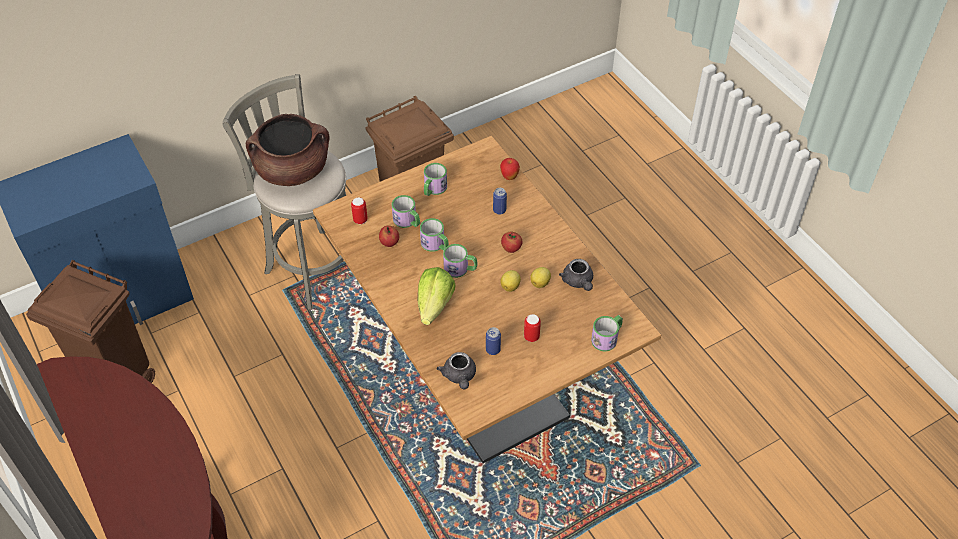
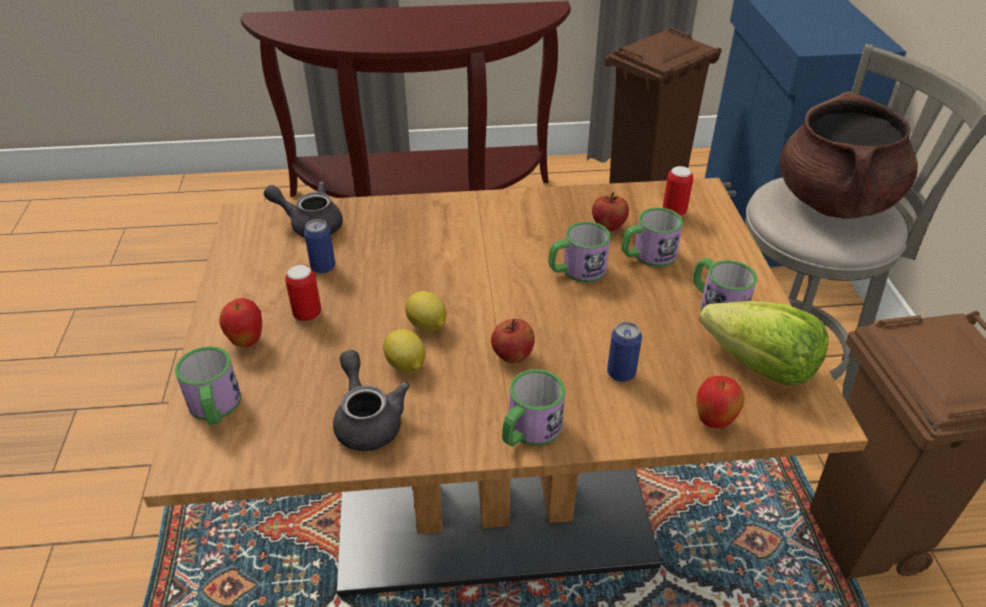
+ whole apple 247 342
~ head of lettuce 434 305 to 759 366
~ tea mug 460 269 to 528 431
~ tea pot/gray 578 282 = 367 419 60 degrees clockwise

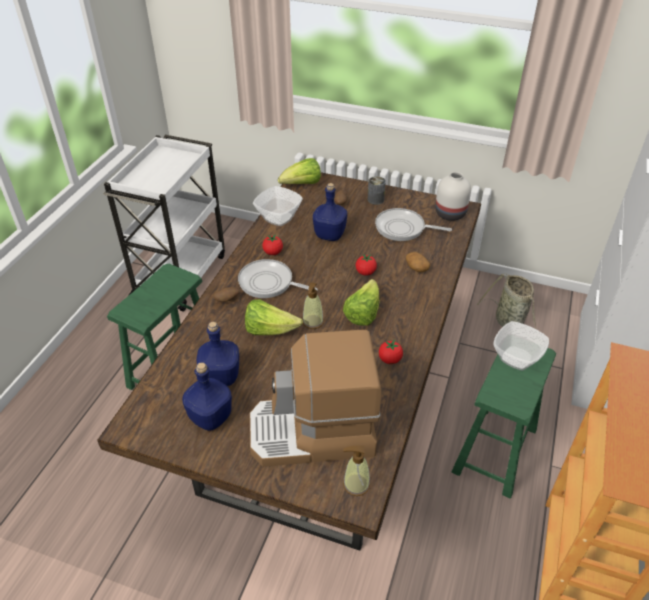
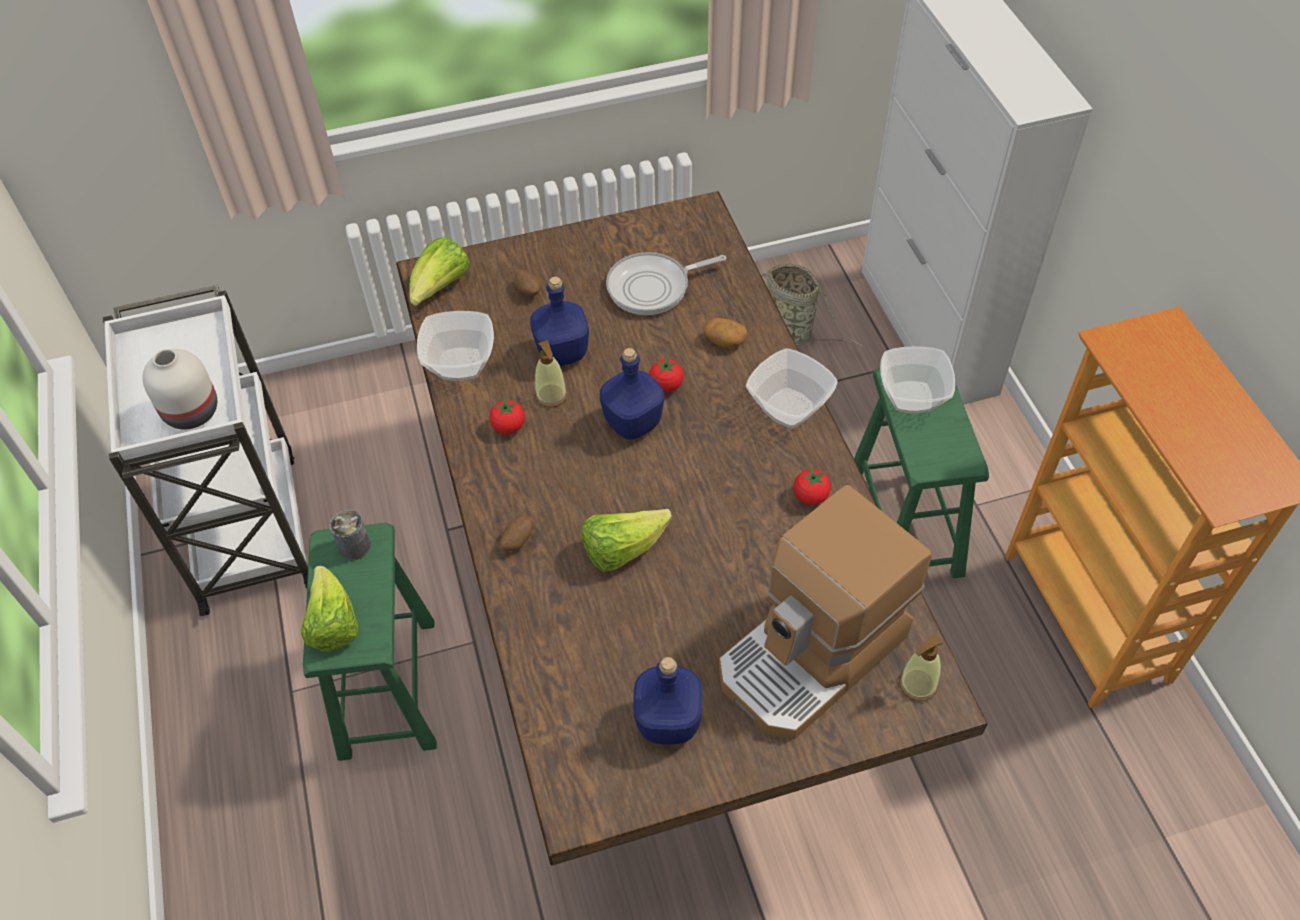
- skillet 269 283
+ bowl 789 409
~ drink bottle/blue-coloured 222 377 to 633 422
~ soap bottle 312 322 to 551 396
~ head of lettuce 363 313 to 333 624
~ can 375 199 to 355 546
~ vase/white 451 214 to 193 412

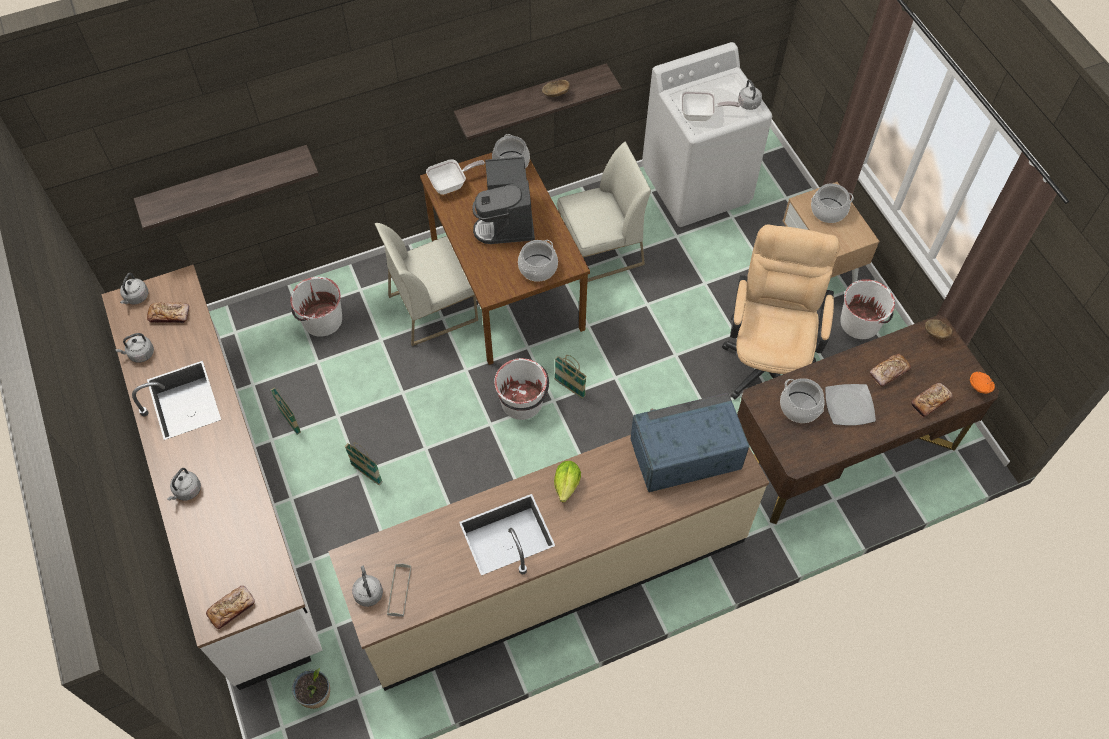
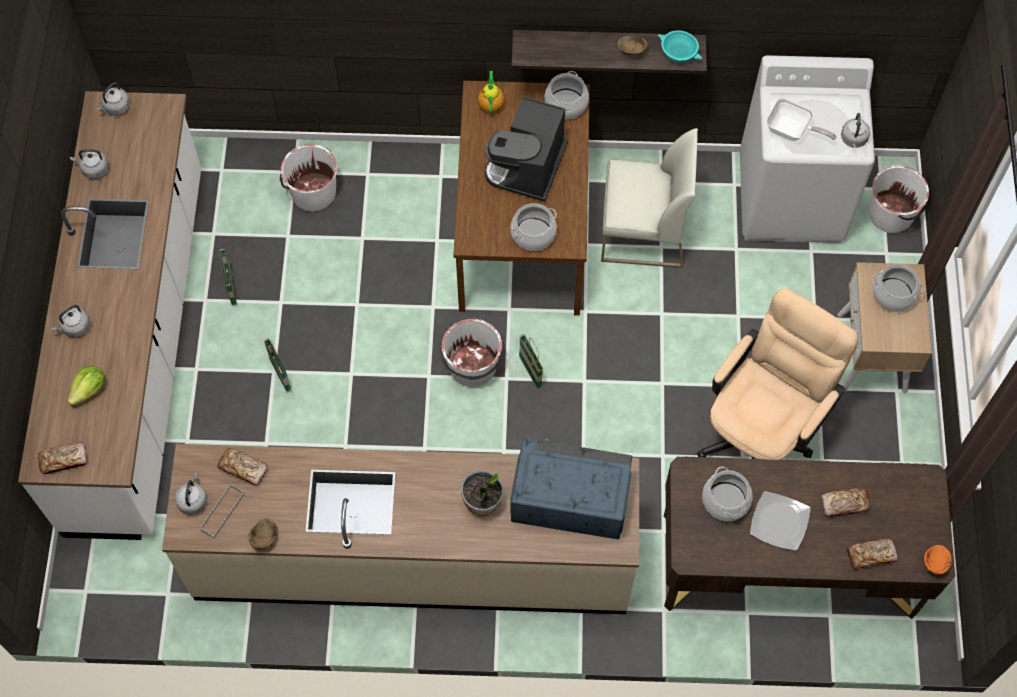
- shelf 226 183
- plain chair/white 433 307
+ bowl/turquoise 678 53
~ bakery bread 169 315 to 243 468
~ potted plant 316 695 to 482 502
~ head of lettuce 567 485 to 90 390
~ bucket/white 860 322 to 891 214
~ bowl/brown-coloured 935 332 to 265 536
~ skillet 451 184 to tea pot 491 104

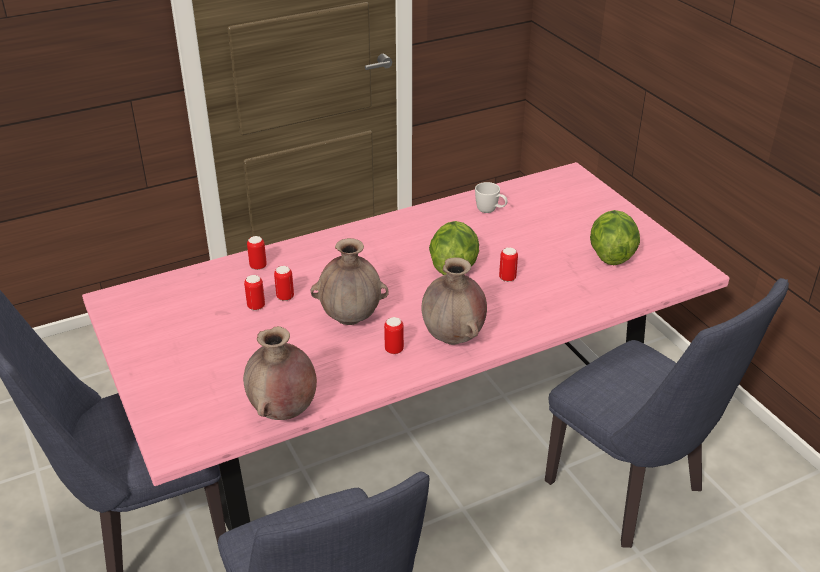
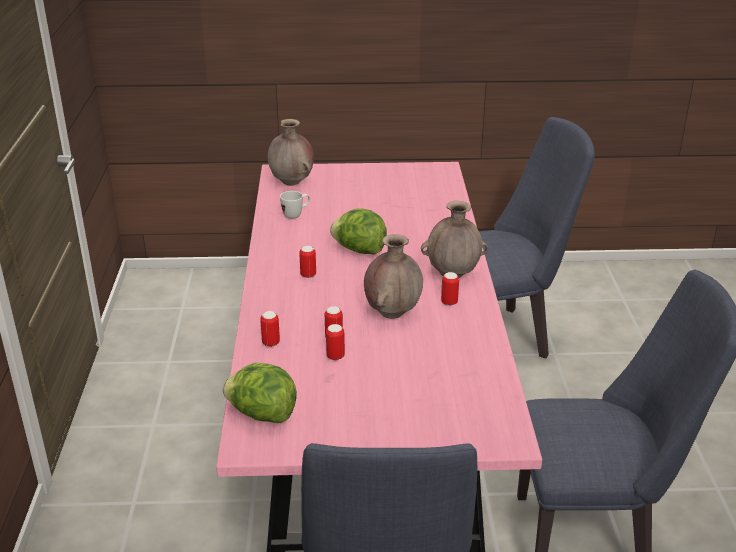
~ vase/brown-coloured 283 412 to 292 182
~ can 507 278 to 308 275
~ head of lettuce 610 255 to 262 414

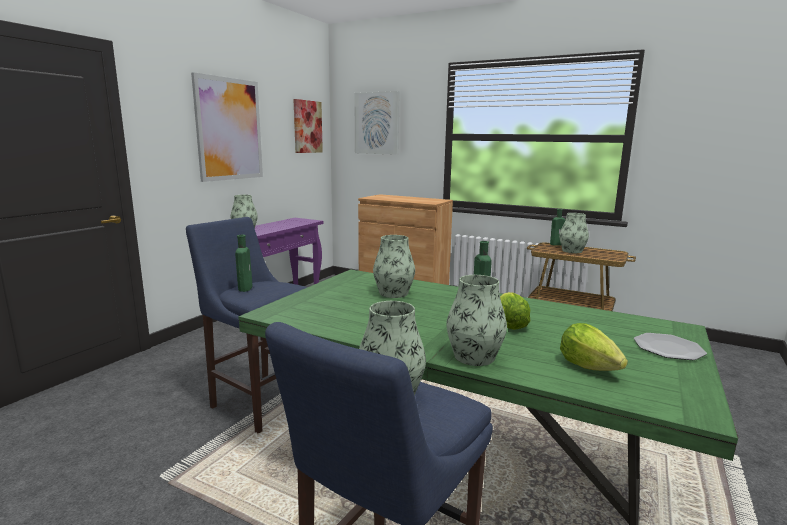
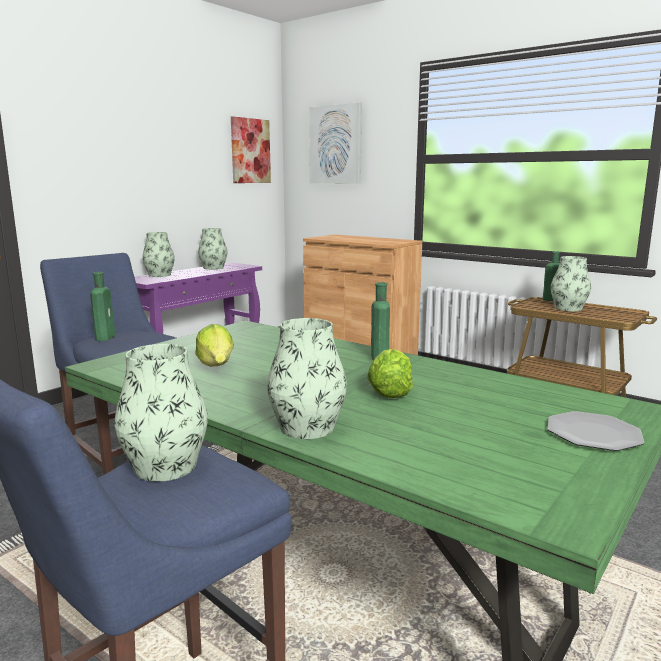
- wall picture 229 129
~ vase 393 293 to 213 268
~ head of lettuce 588 366 to 216 365

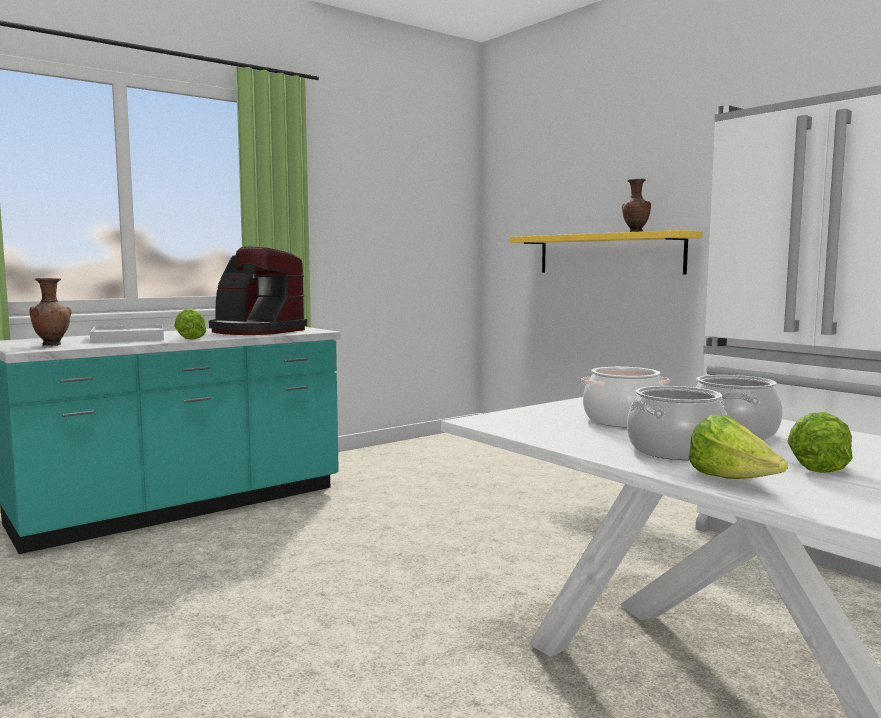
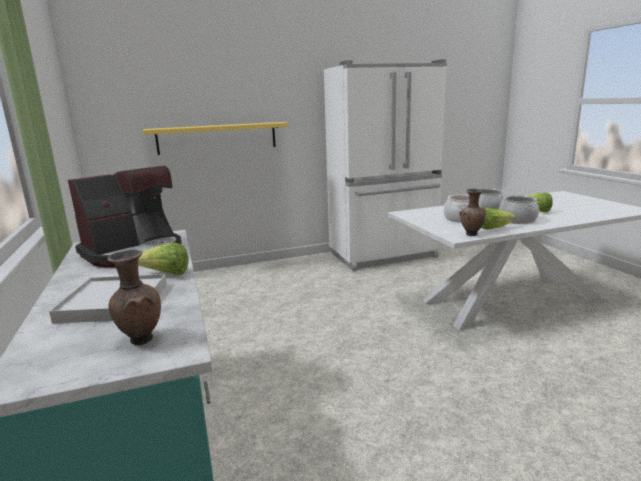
~ vase/brown-coloured 635 232 to 471 235
~ head of lettuce 732 481 to 493 228

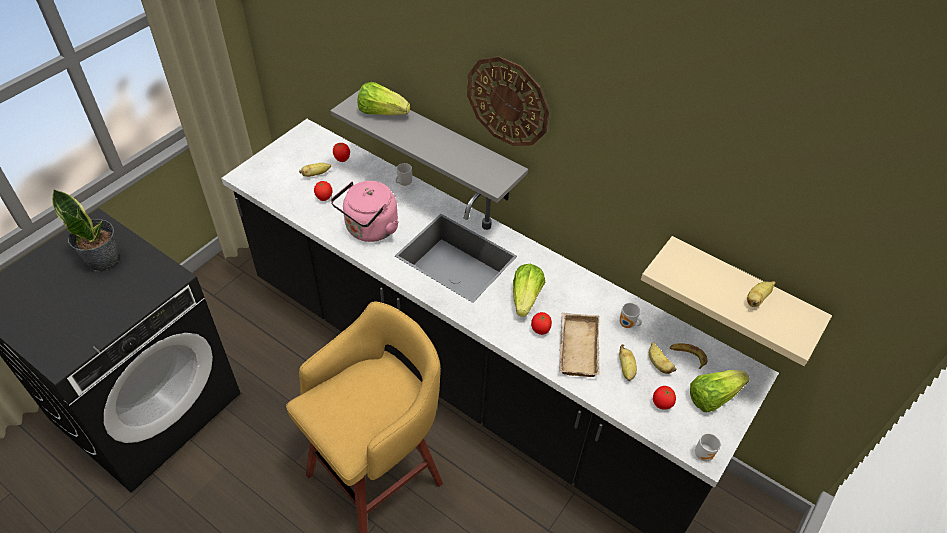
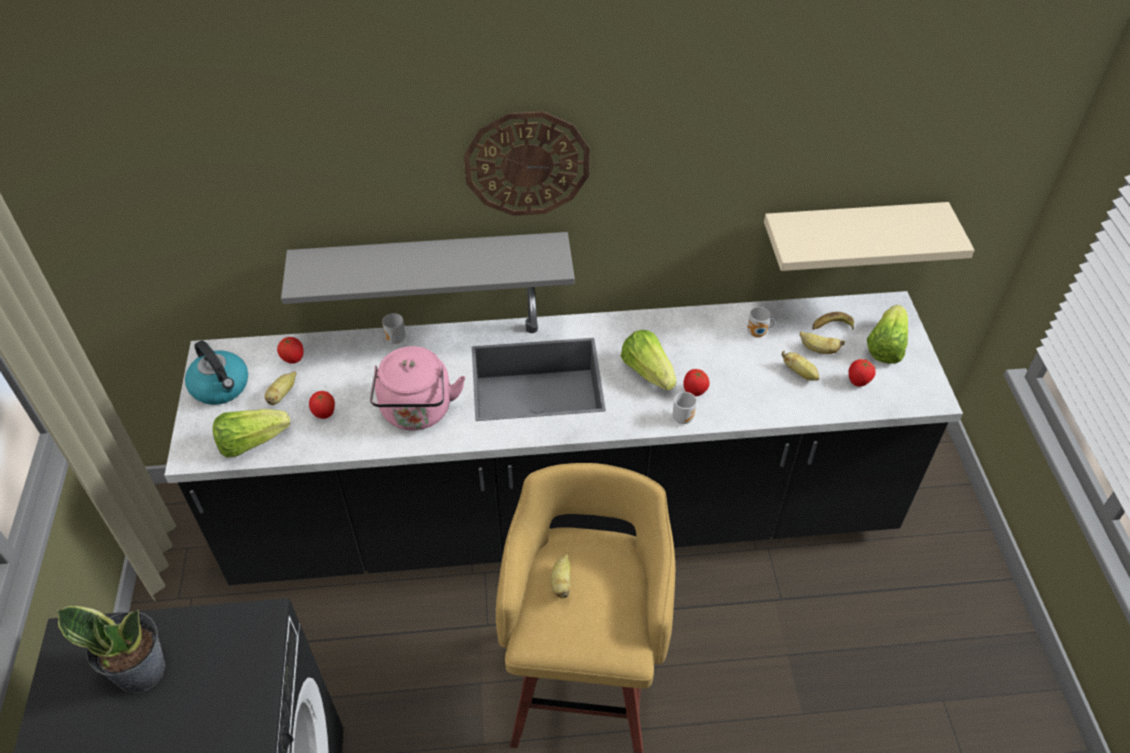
- carrying tray/beige-coloured 576 347
+ tea kettle 221 387
~ head of lettuce 382 112 to 251 442
~ tea mug 704 454 to 682 417
~ banana 757 299 to 561 582

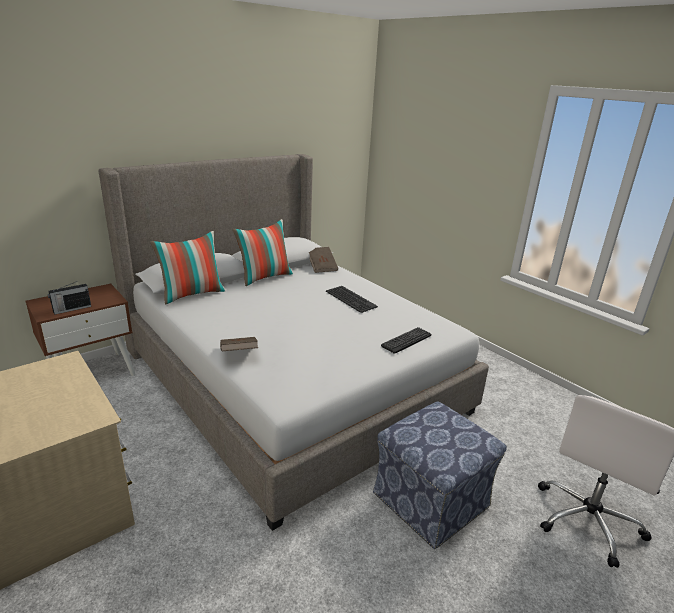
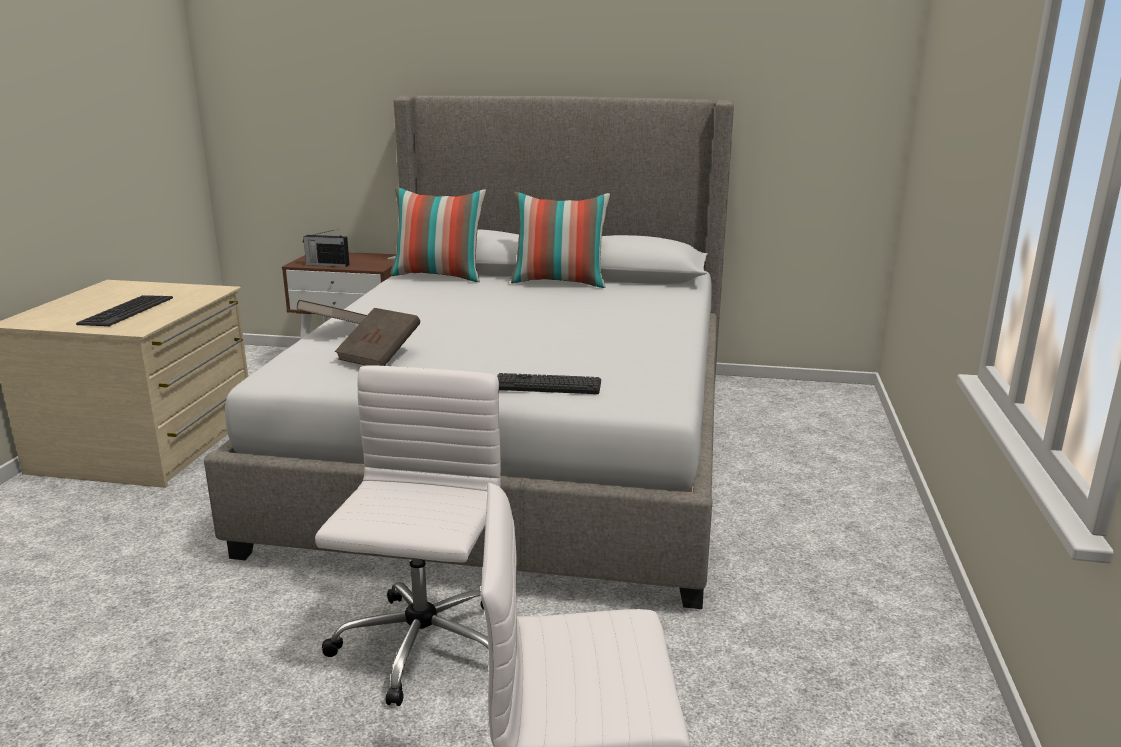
~ volume/brown-coloured 322 267 to 380 355
~ PC keyboard 350 299 to 126 311
~ pouffe 431 499 to office chair/white 421 648

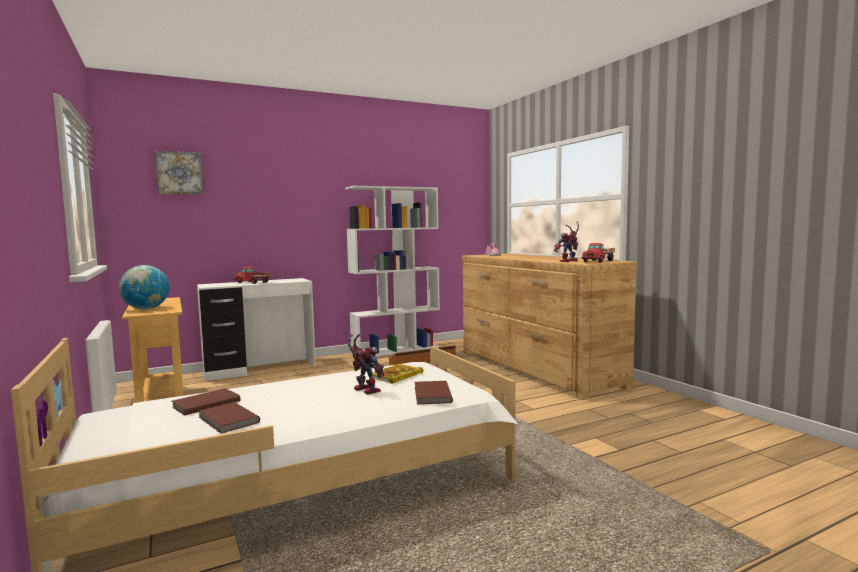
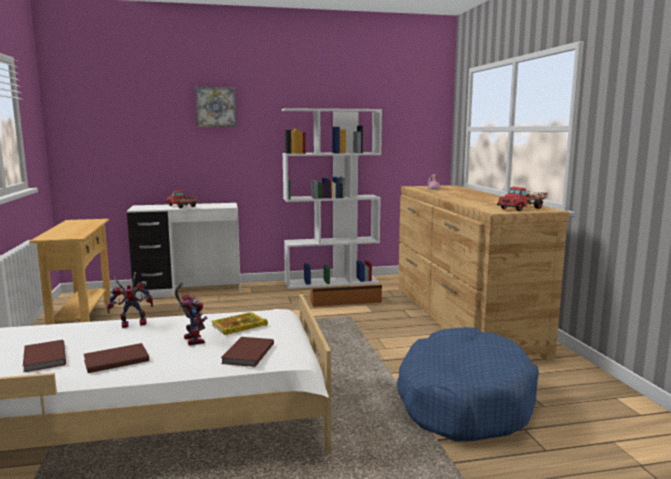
- world globe 146 309
+ dog cushion/blue-coloured 463 401
~ wall picture 179 173 to 216 107
~ volume/brown-coloured 205 404 to 115 360
~ toy robot 568 261 to 131 325

